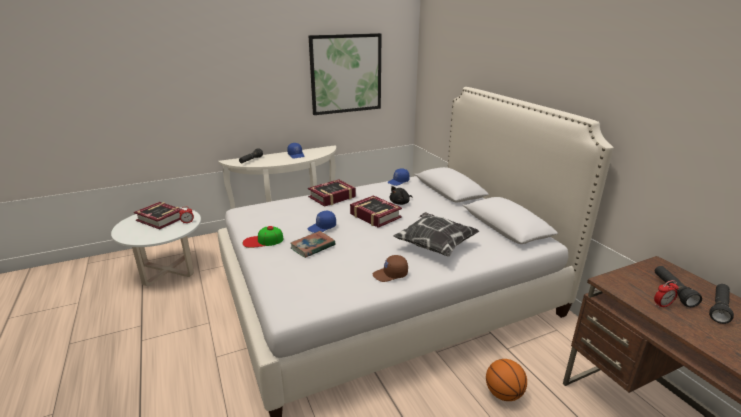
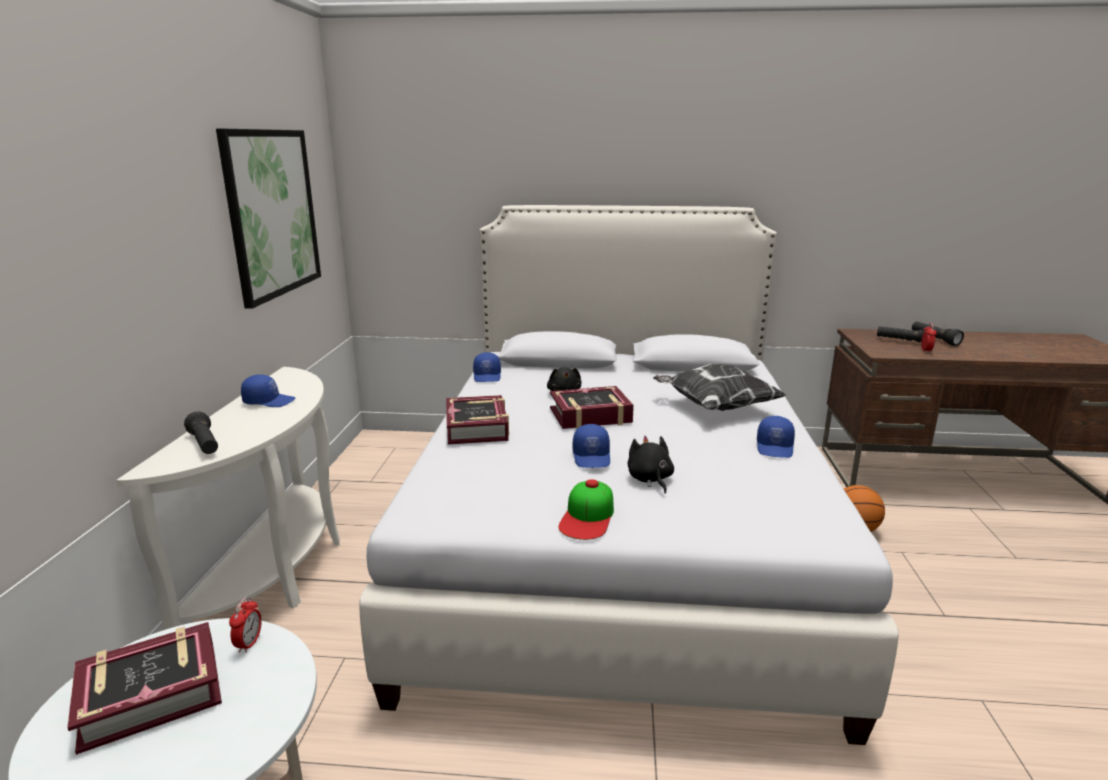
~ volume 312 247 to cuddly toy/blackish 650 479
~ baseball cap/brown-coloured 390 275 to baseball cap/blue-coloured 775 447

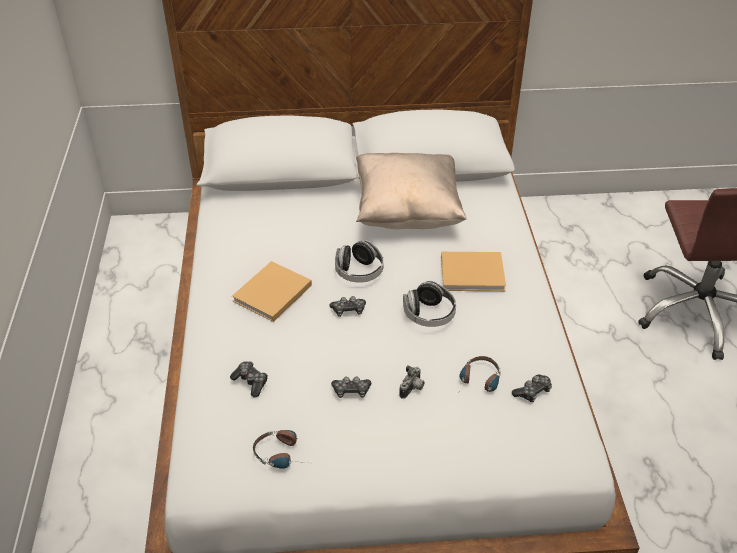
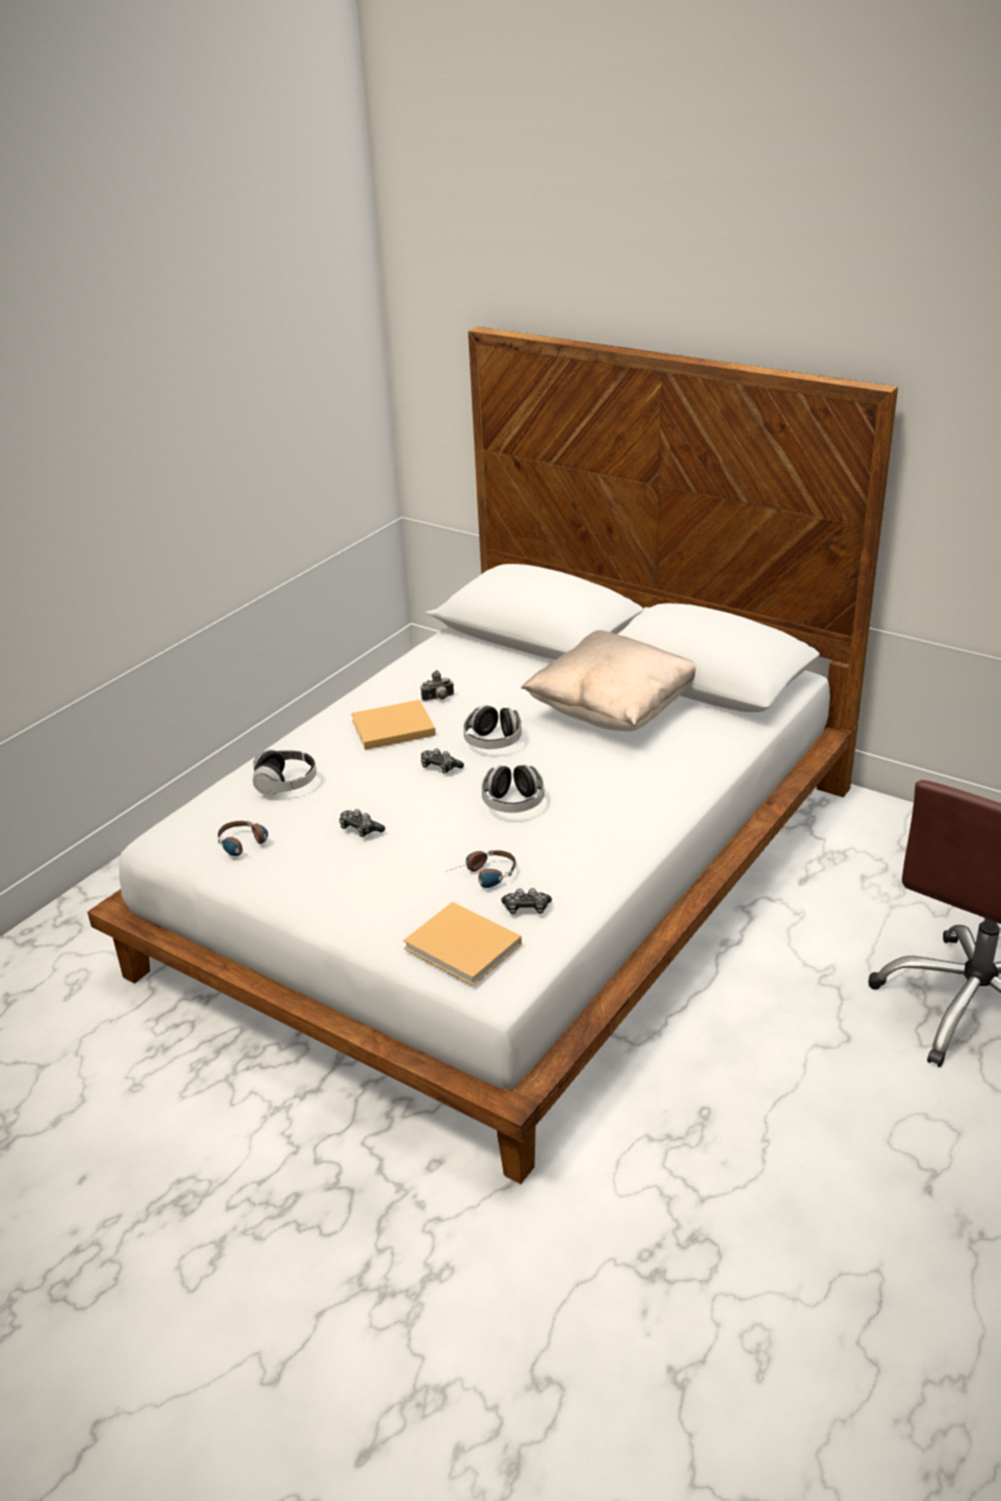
~ photo camera 412 389 to 438 699
~ volume/beige-coloured 474 273 to 465 948
~ game controller 251 382 to headset 286 784

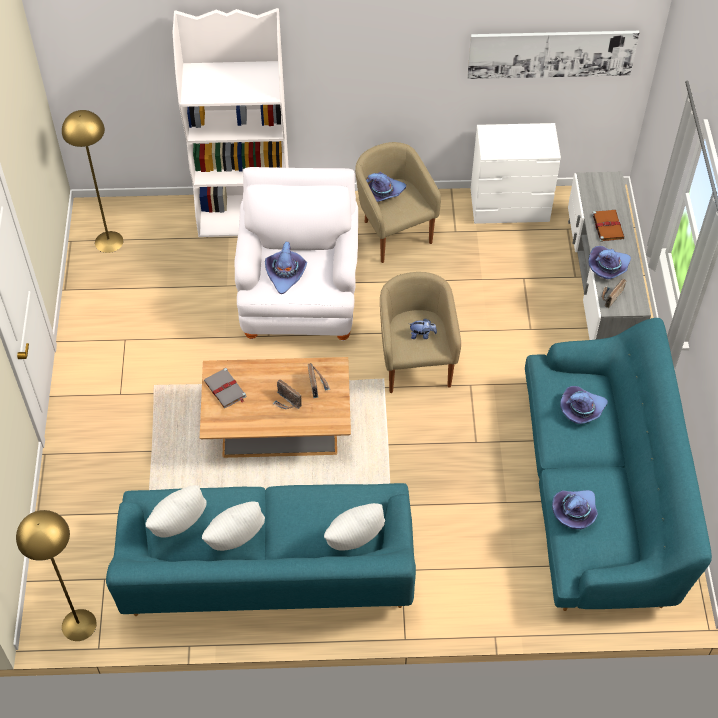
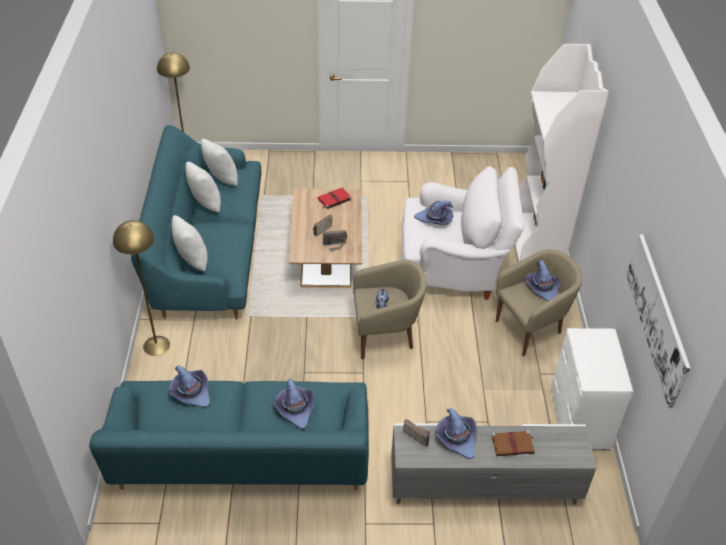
~ standard lamp/yellowish 108 242 to 156 345
~ volume/gray 225 390 to volume/reddish 334 199

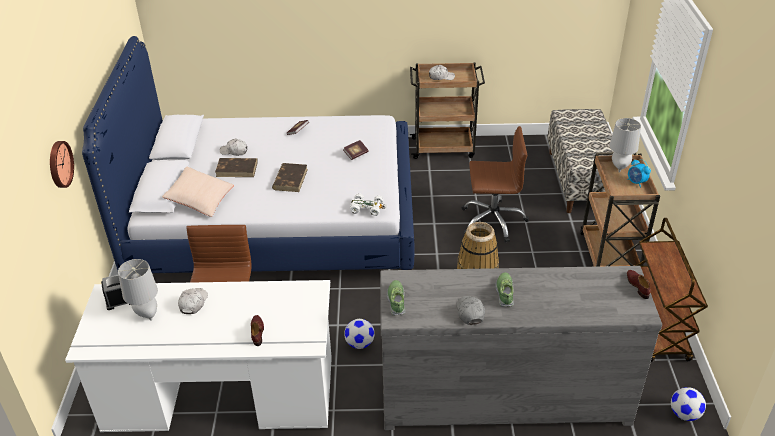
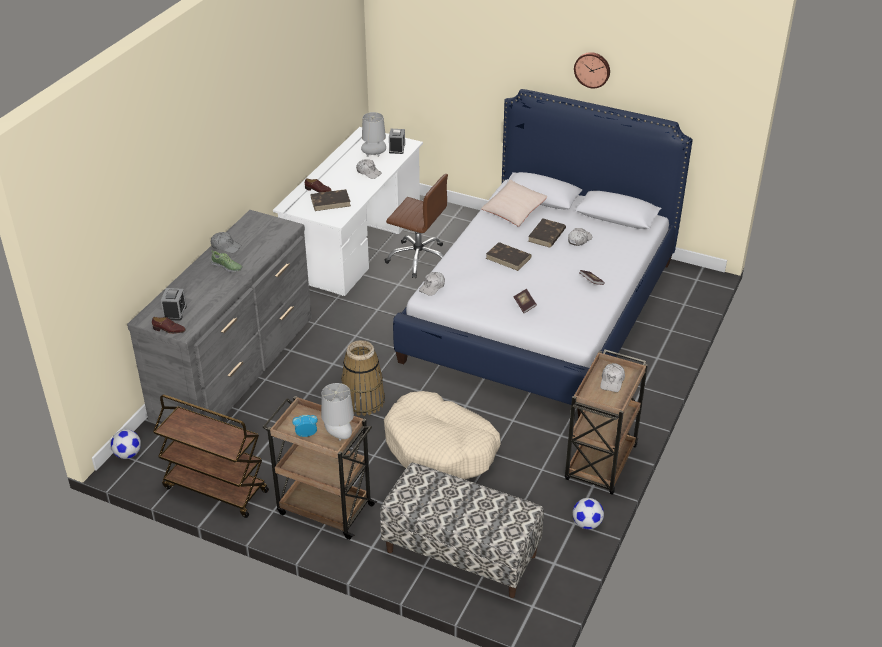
- low shoe 397 301
+ alarm clock 175 312
+ volume/brown-coloured 331 201
~ clock on the wall 59 164 to 592 69
~ football ball 360 343 to 587 524
~ model car/white 367 208 to baseball cap/white 432 287
~ office chair/brown-coloured 493 220 to dog cushion/beige-coloured 440 448

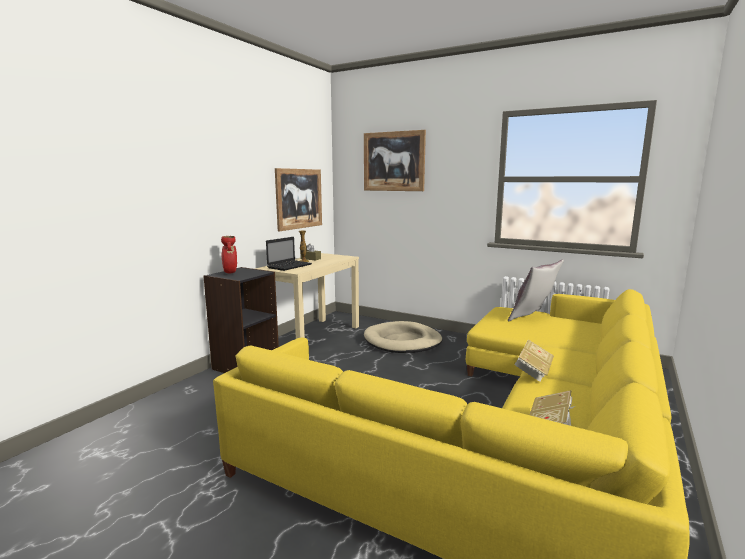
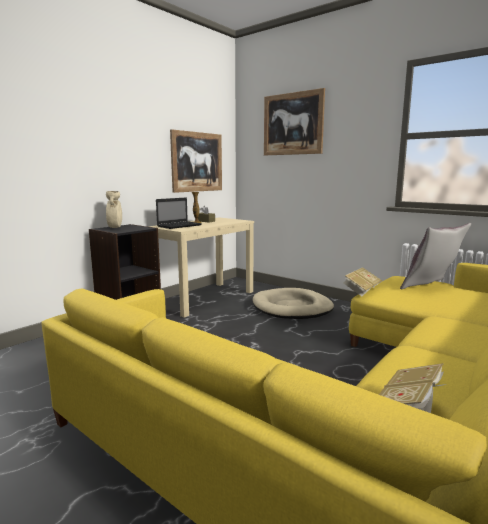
~ volume 533 371 to 361 290
~ vase/reddish 230 273 to vase/beige-coloured 115 227

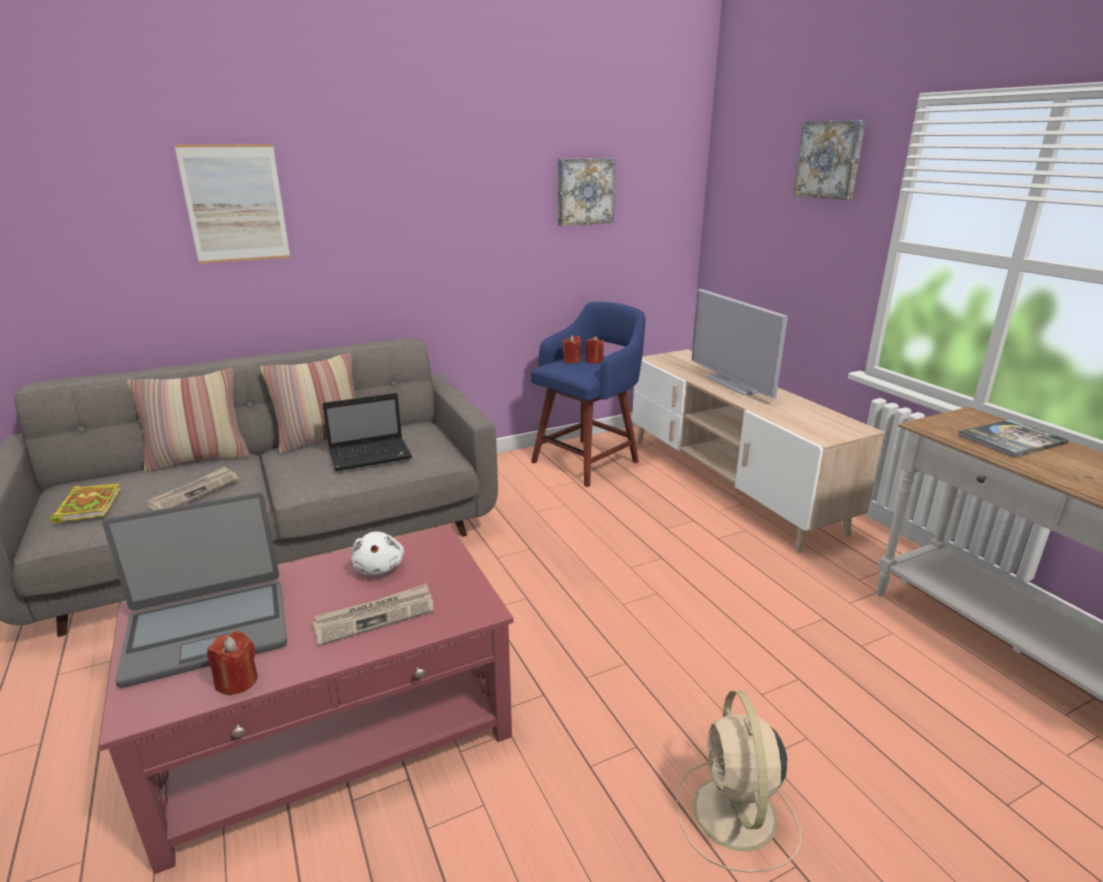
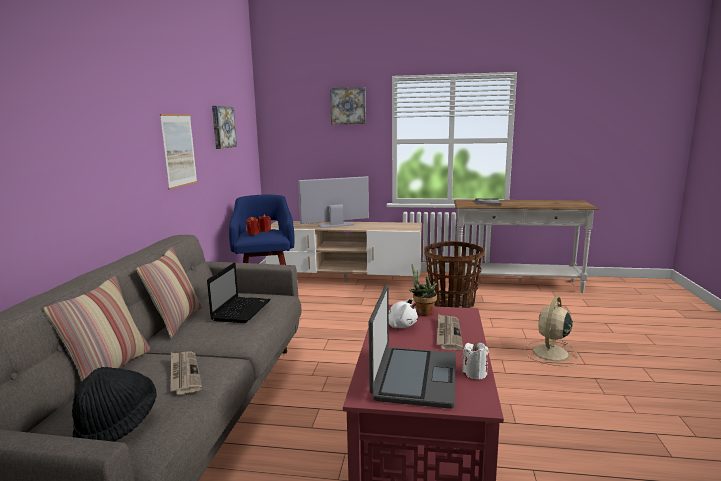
+ potted plant 422 312
+ basket 452 303
~ wall picture 235 204 to 179 150
~ volume 88 505 to clothing hat/blackish 117 424
~ wax candle/reddish 237 681 to wax candle/white 475 373
~ electric fan/beige-coloured 735 816 = 550 353 90 degrees clockwise
~ television 733 384 = 336 225 150 degrees clockwise

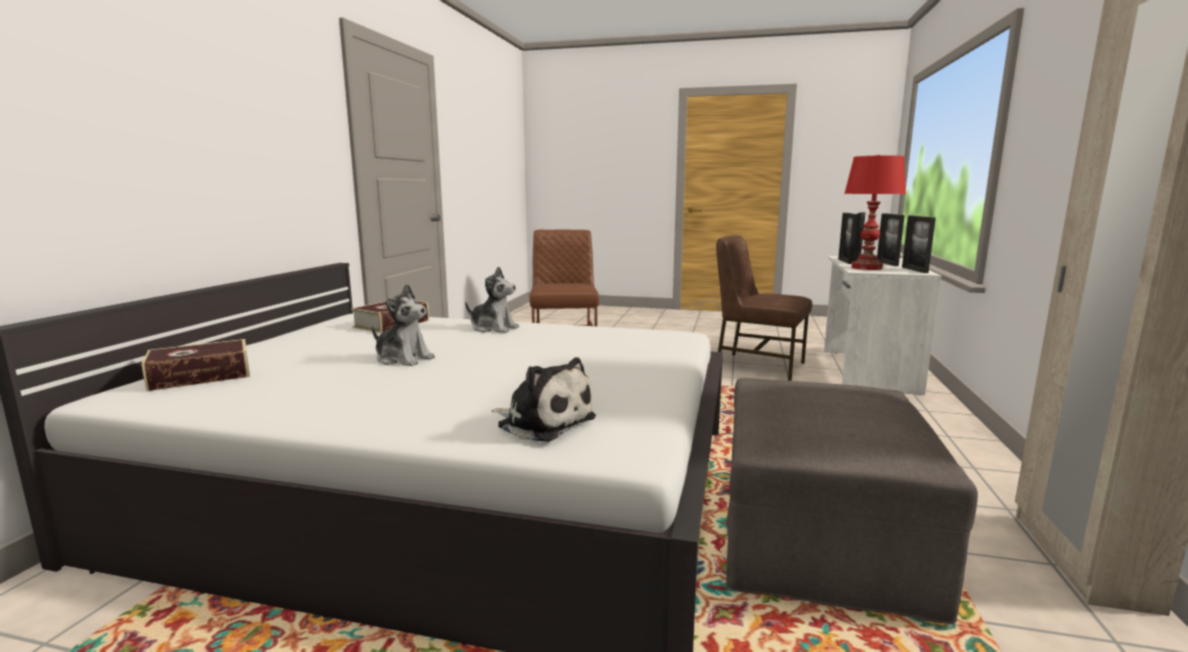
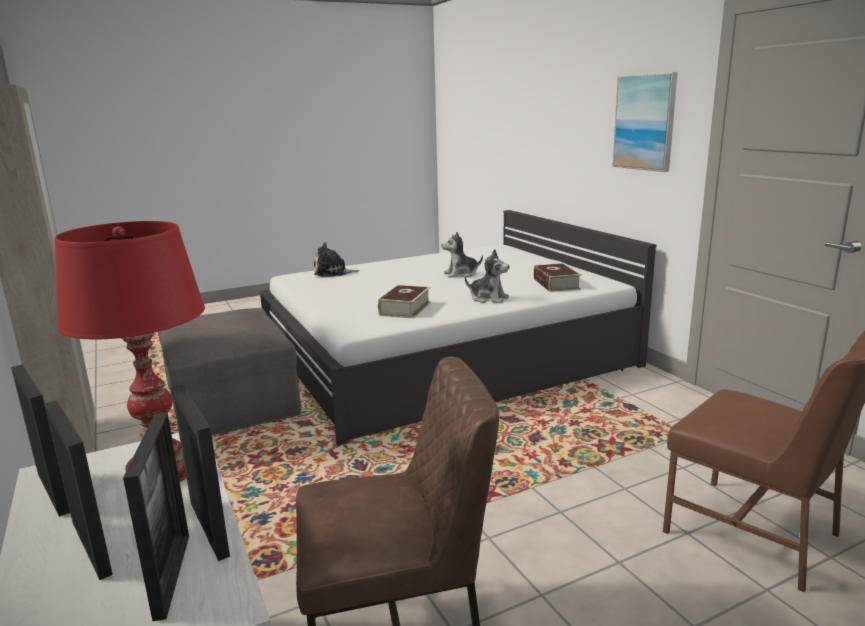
+ wall picture 645 122
~ volume 201 376 to 405 308
~ cuddly toy 493 328 = 488 298 135 degrees counterclockwise

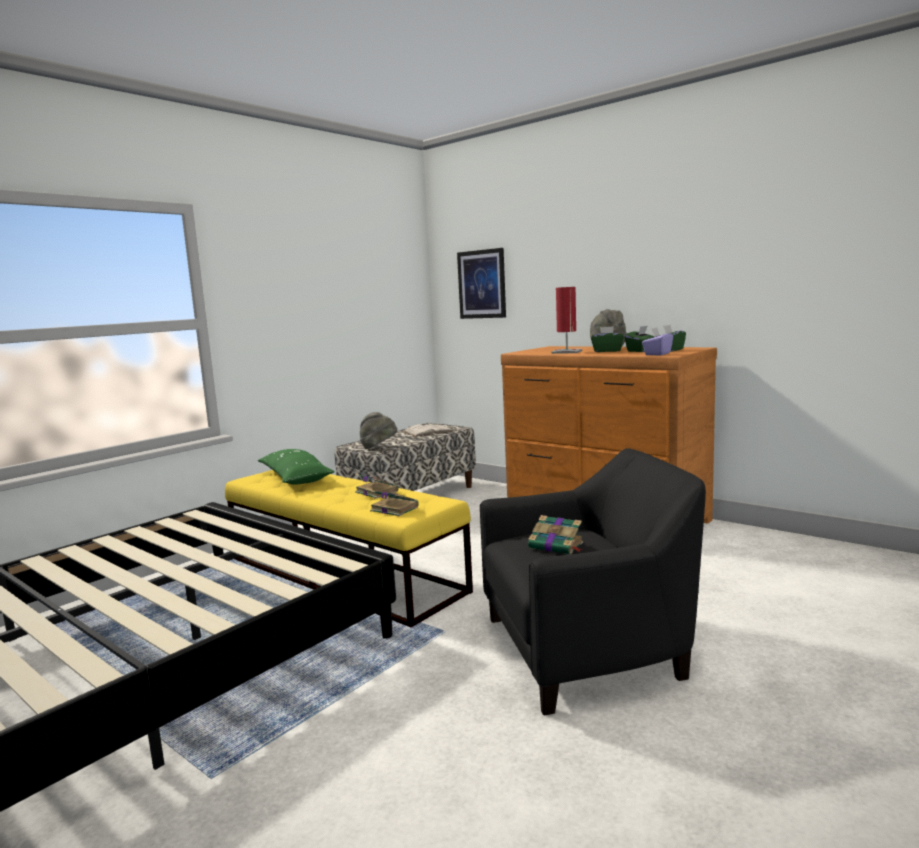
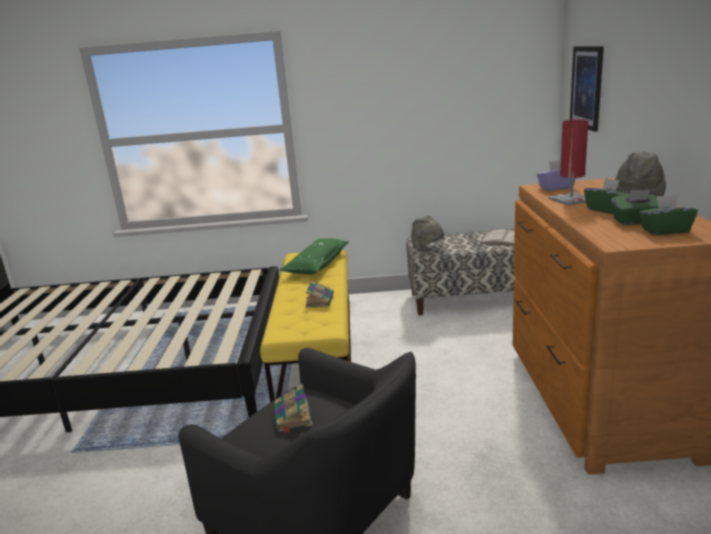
- volume 393 509
~ box of tissues/purple 657 354 to 556 187

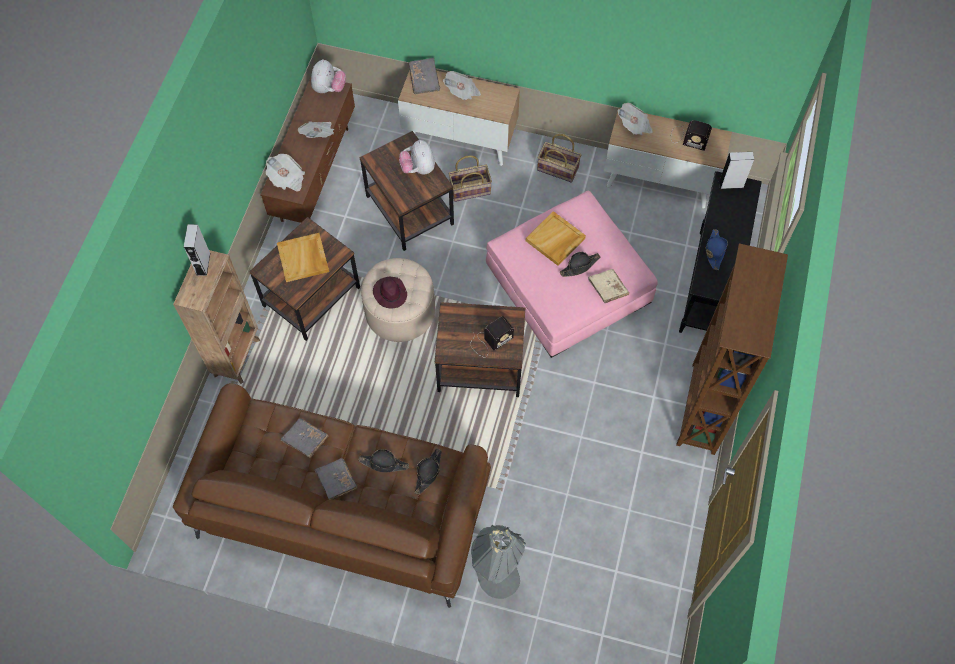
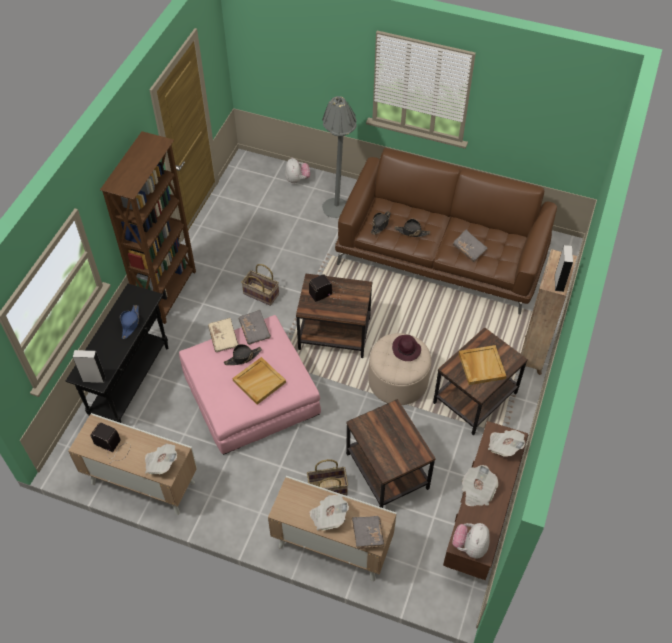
~ volume/gray 337 481 to 254 330
~ cuddly toy 418 168 to 297 179
~ basket 558 168 to 260 294

